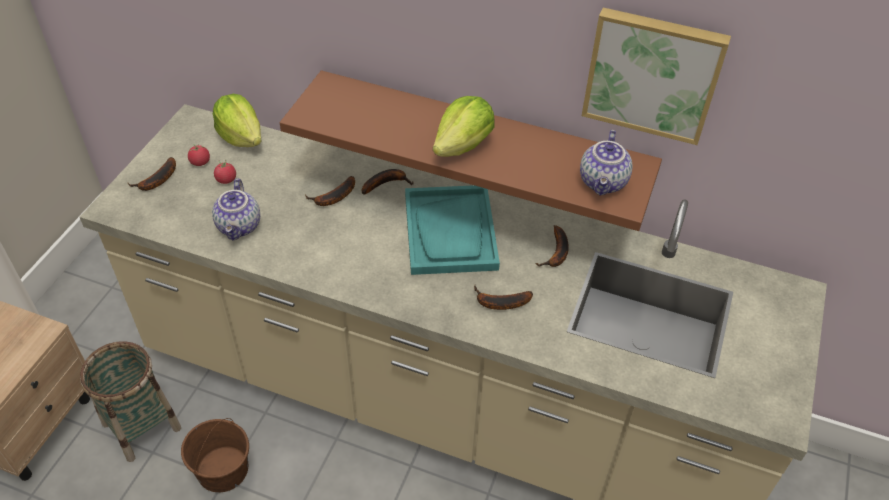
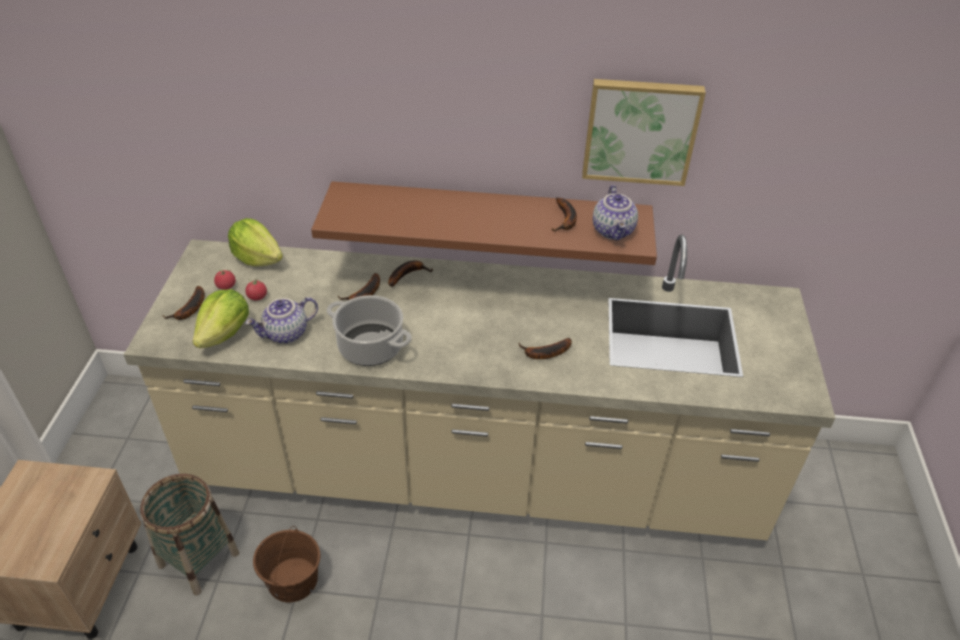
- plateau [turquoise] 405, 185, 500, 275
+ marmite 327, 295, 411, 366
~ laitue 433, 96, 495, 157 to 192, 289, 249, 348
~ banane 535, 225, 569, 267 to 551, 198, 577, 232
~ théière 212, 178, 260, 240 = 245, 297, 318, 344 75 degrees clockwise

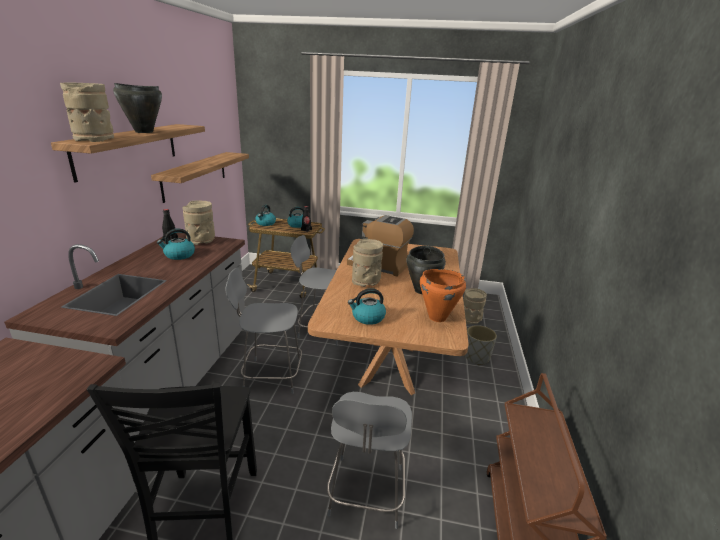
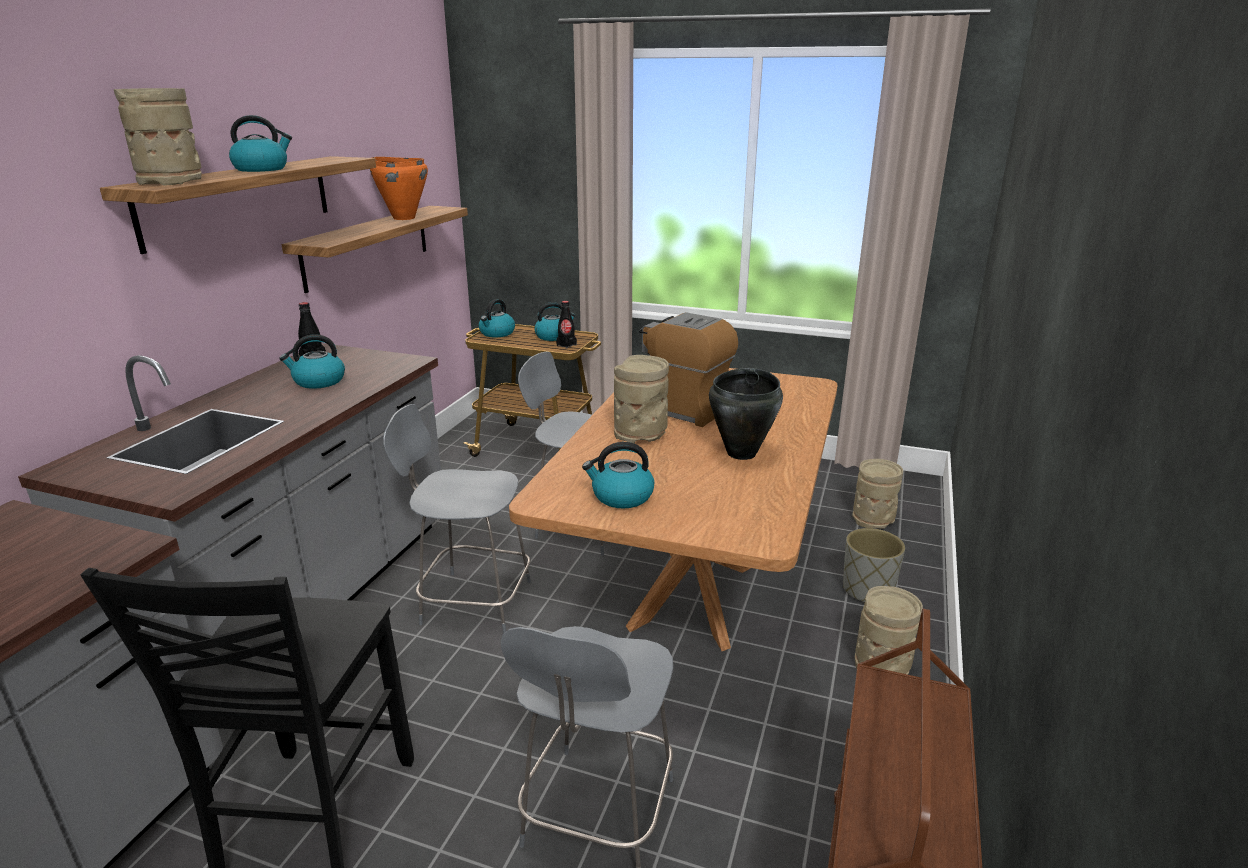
~ vase [beige] 182, 200, 215, 245 to 855, 586, 923, 675
~ marmite [orange] 420, 269, 466, 322 to 370, 157, 428, 220
~ marmite [noir] 113, 83, 162, 133 to bouilloire 229, 115, 292, 172

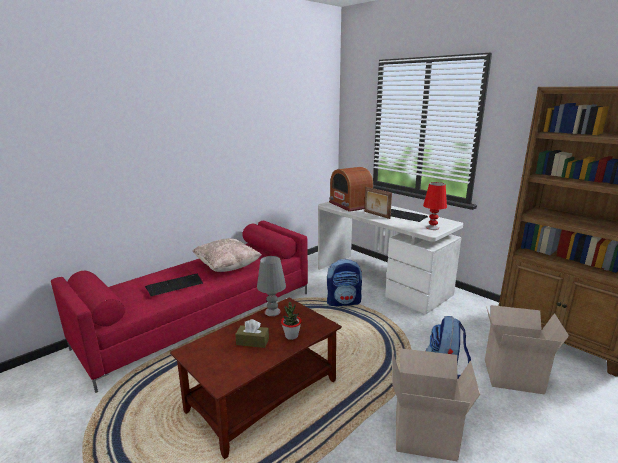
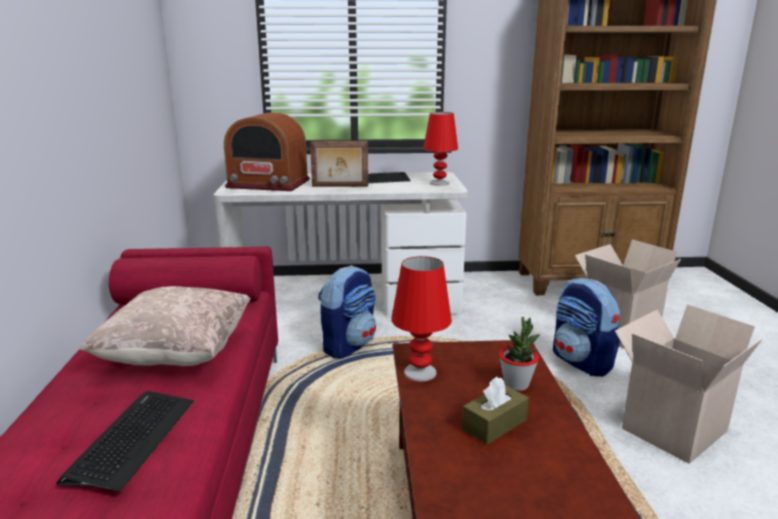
~ lampe de table [gris] 257, 256, 286, 316 to lampe de table [rouge] 391, 256, 452, 381

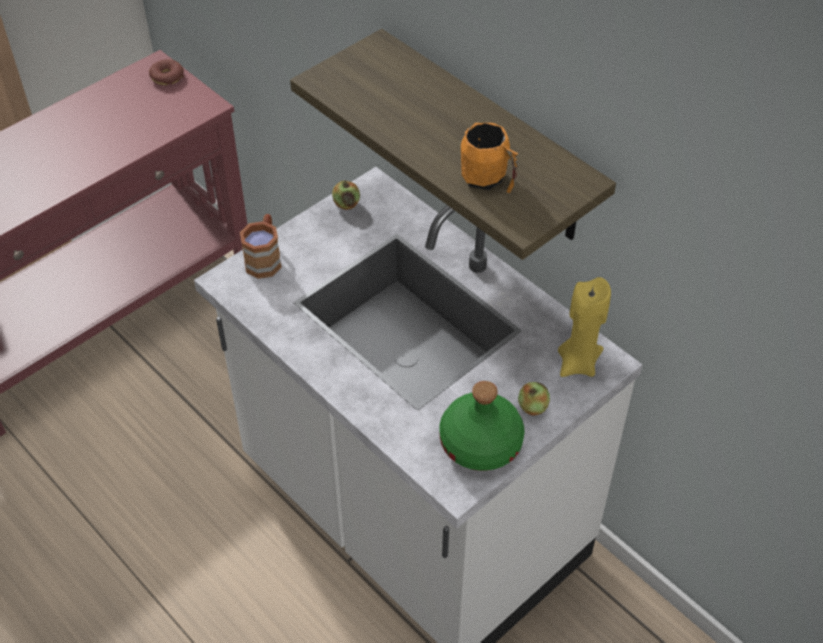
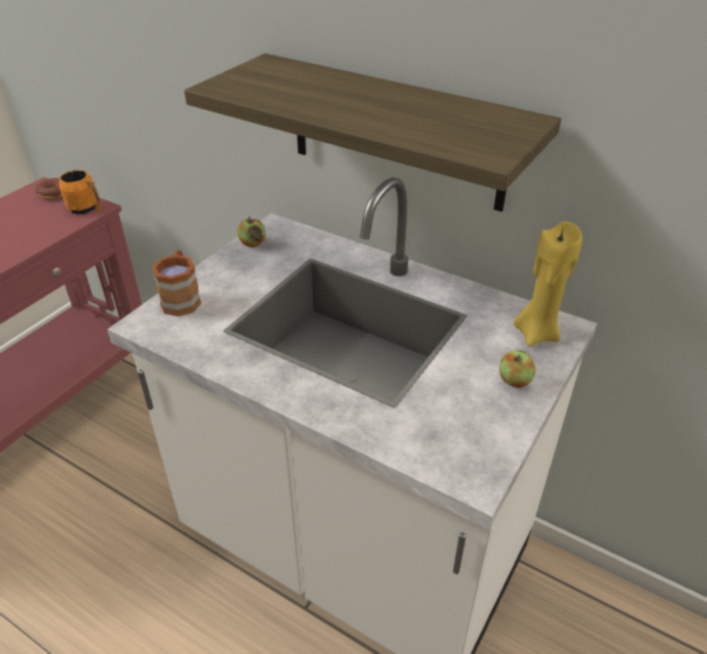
- bouteille [vert] 440, 381, 525, 471
~ mug [orange] 461, 123, 518, 193 to 59, 170, 101, 214

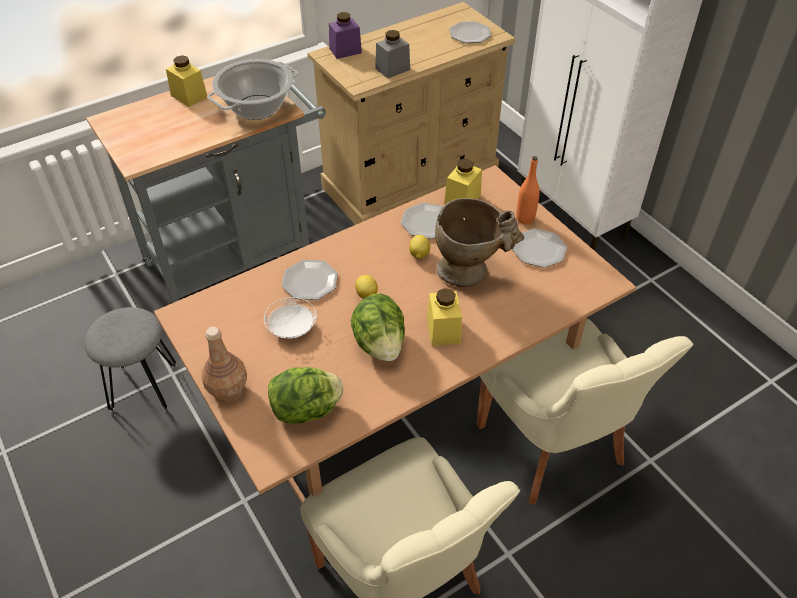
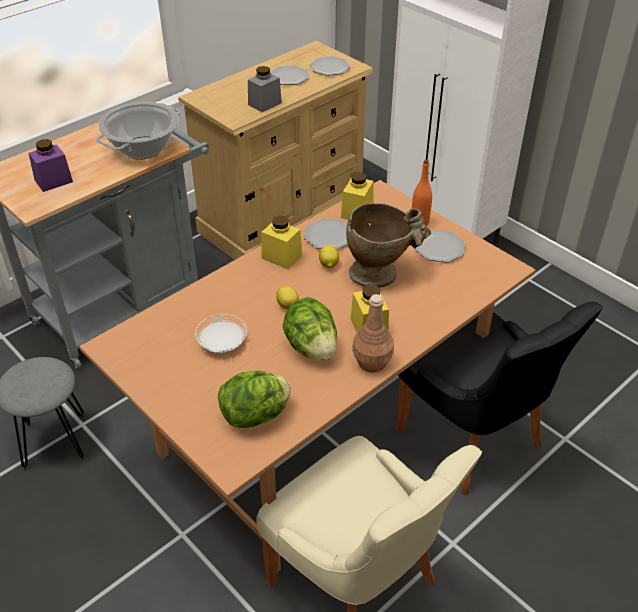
~ bocal [jaune] 166, 55, 207, 107 to 261, 216, 302, 270
~ bouteille [marron] 201, 327, 247, 402 to 353, 294, 394, 373
~ assiette 282, 260, 338, 300 to 270, 65, 309, 85
~ bocal [violet] 329, 12, 362, 59 to 29, 139, 73, 192
~ chaise [beige] 477, 319, 694, 505 to chaise [noir] 396, 301, 603, 495

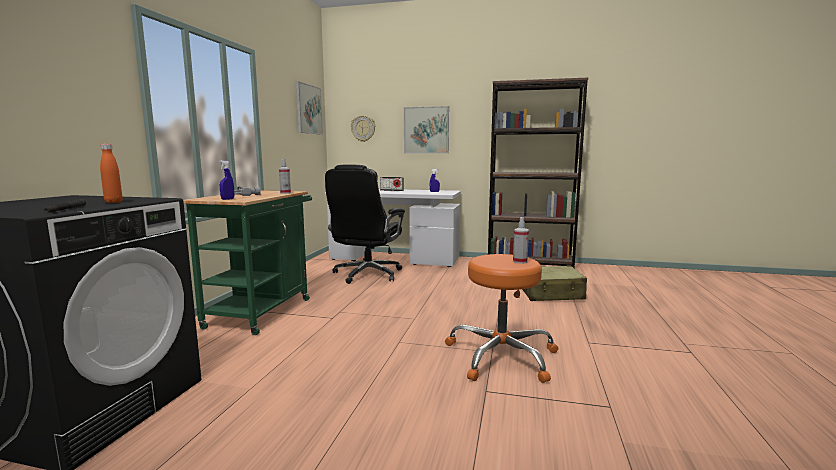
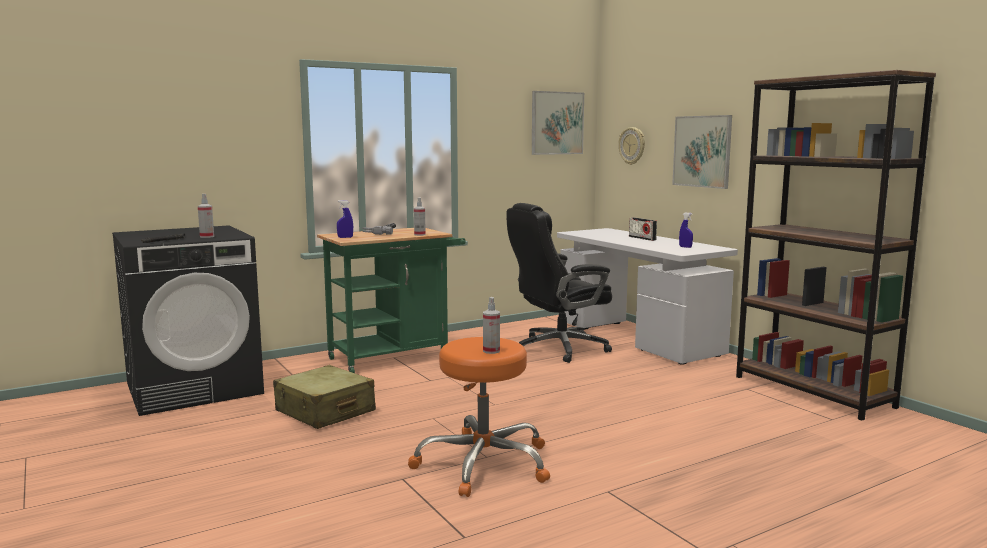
~ valise [beige] 522, 266, 587, 301 to 273, 365, 376, 429
~ bouteille [orange] 100, 144, 123, 203 to vaporisateur 198, 194, 214, 238

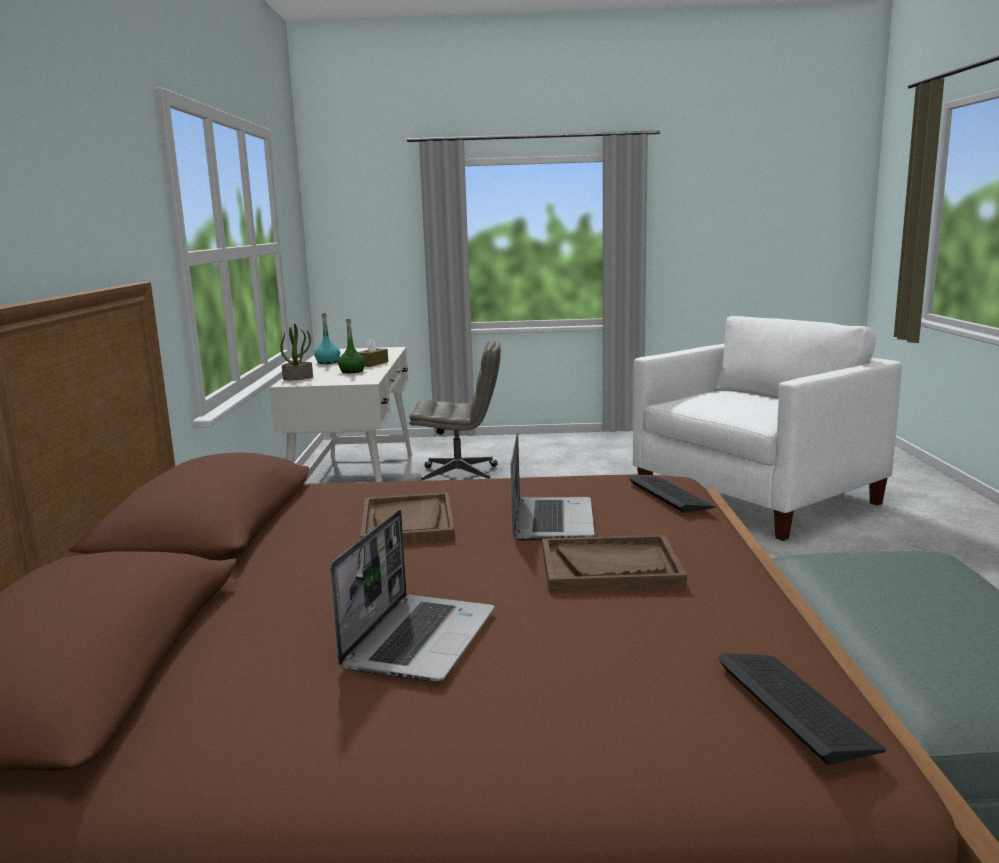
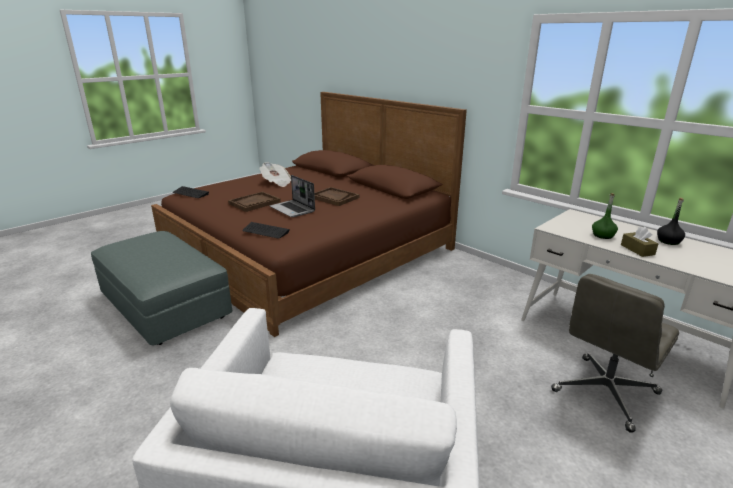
- plante en pot 280, 324, 313, 380
~ ordinateur portable 330, 510, 494, 681 to journal 259, 162, 291, 187
~ bouteille [turquoise] 314, 313, 340, 364 to bouteille [noir] 657, 198, 685, 245

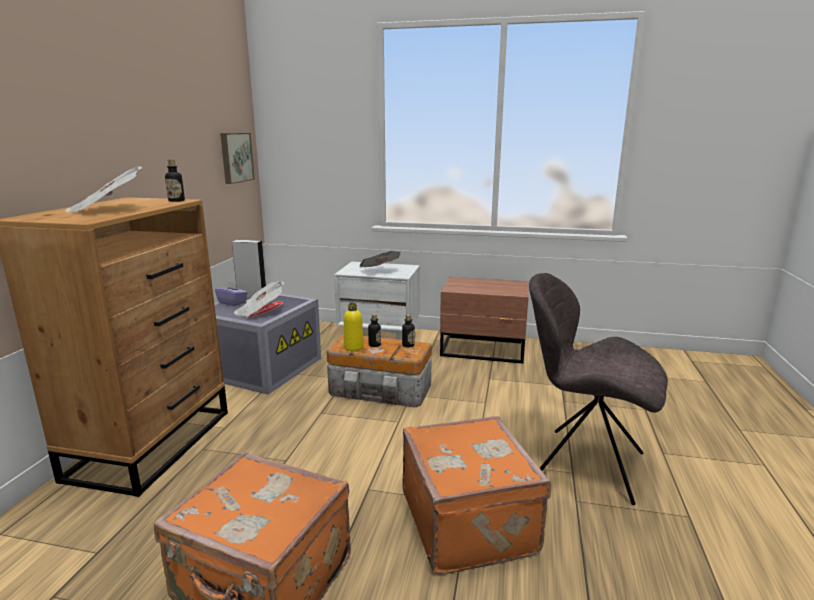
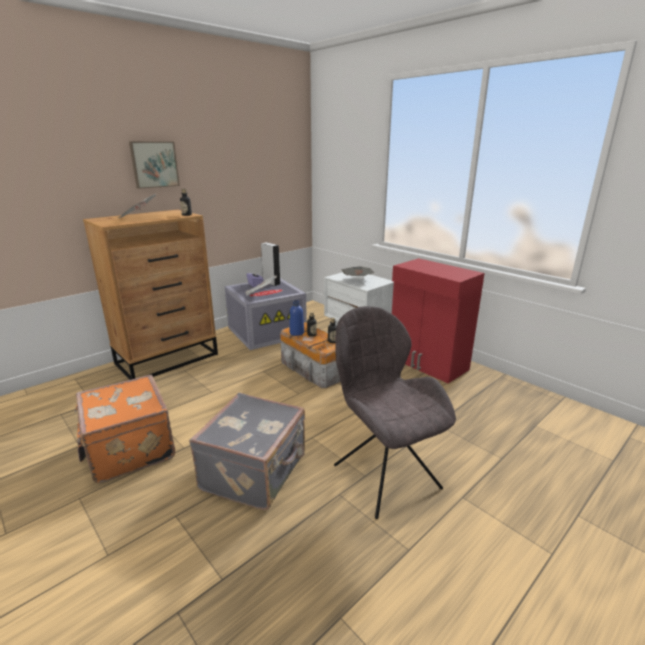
~ tableau 220, 133, 255, 184 to 129, 142, 180, 189
~ table de chevet [marron] 440, 277, 529, 364 to meuble de rangement [rouge] 392, 258, 485, 383
~ bouteille [jaune] 344, 303, 364, 351 to bouteille [bleu] 290, 300, 304, 336
~ valise [orange] 402, 416, 551, 575 to valise [gris] 189, 393, 305, 510

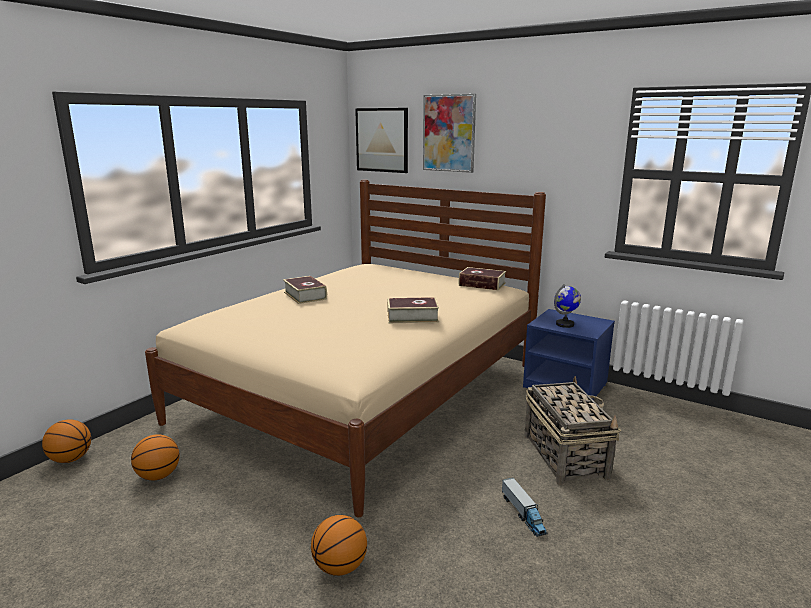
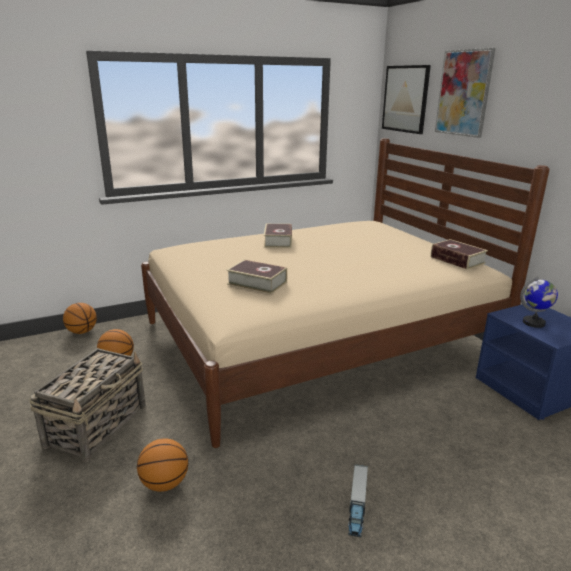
~ livre 387, 297, 439, 323 to 226, 260, 287, 294
~ panier 524, 376, 621, 485 to 29, 348, 146, 462

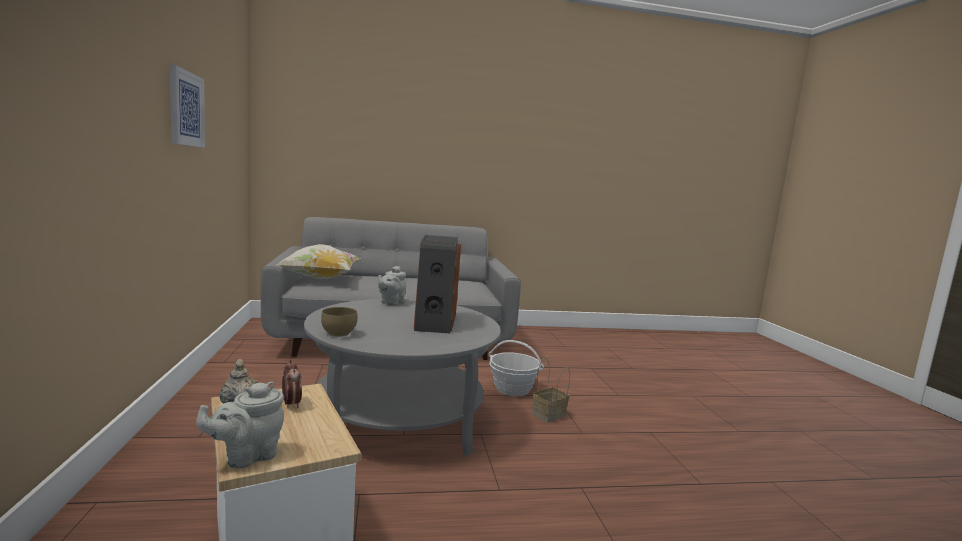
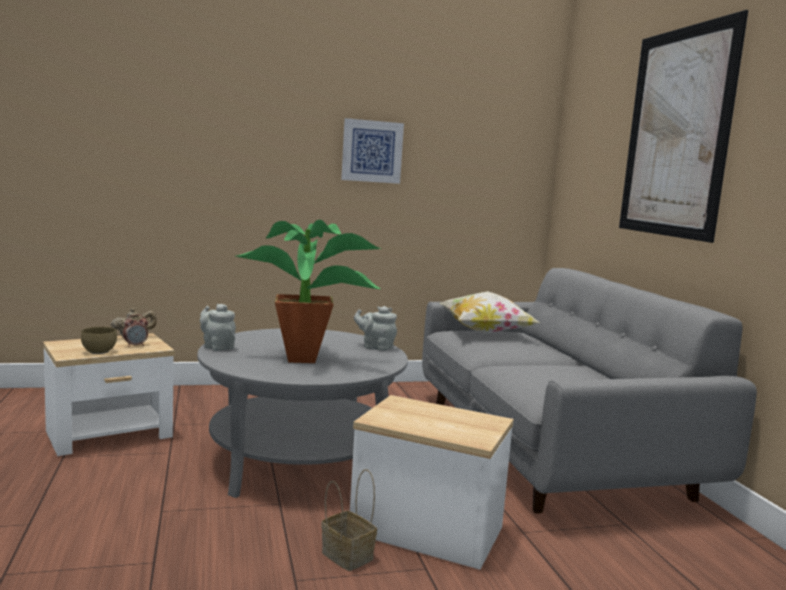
+ tableau 619, 10, 748, 243
~ théière [gris] 196, 381, 284, 469 to 200, 304, 236, 351
~ bol [marron] 321, 307, 357, 337 to 81, 327, 117, 354
~ enceinte 414, 235, 461, 333 to plante en pot 236, 220, 382, 363
~ panier 489, 340, 544, 396 to table d'appoint 350, 395, 514, 570

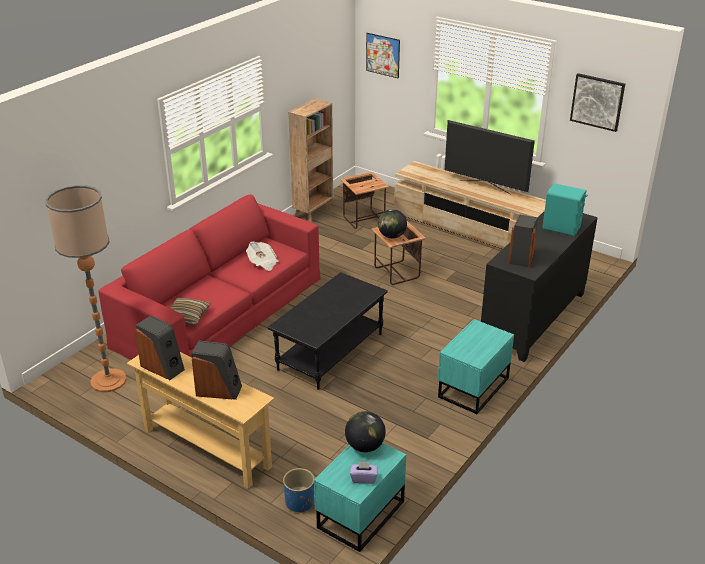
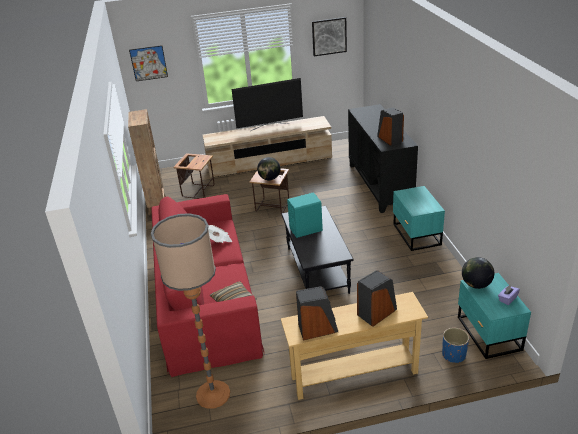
~ enceinte [turquoise] 542, 183, 588, 236 to 287, 192, 323, 238

